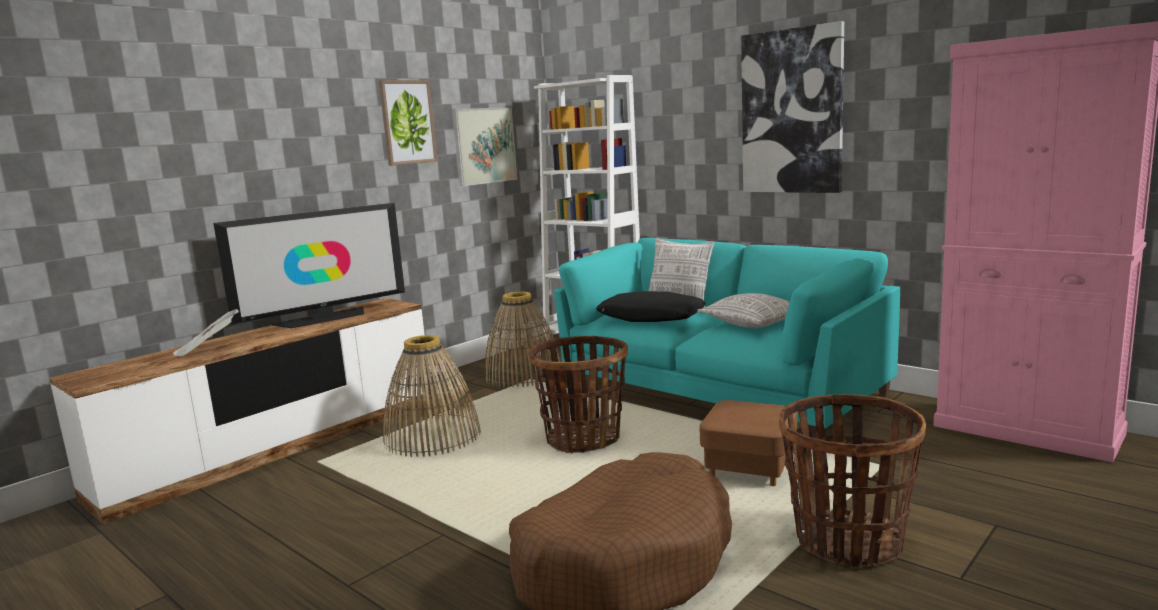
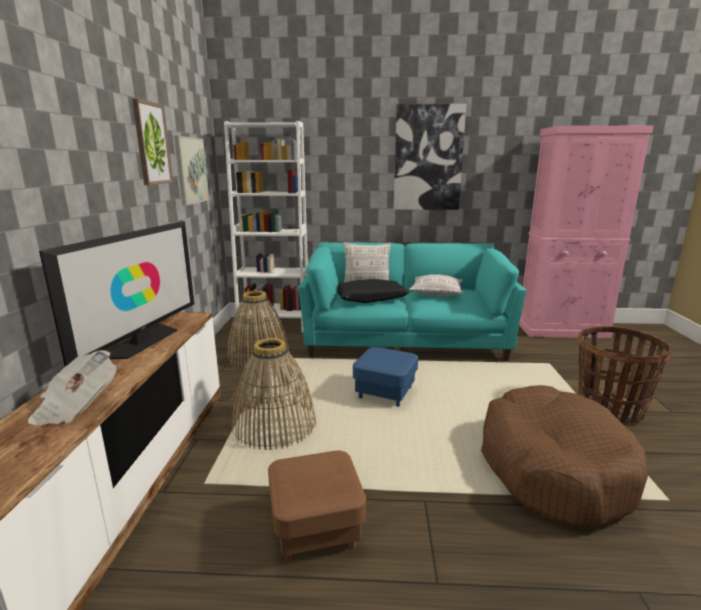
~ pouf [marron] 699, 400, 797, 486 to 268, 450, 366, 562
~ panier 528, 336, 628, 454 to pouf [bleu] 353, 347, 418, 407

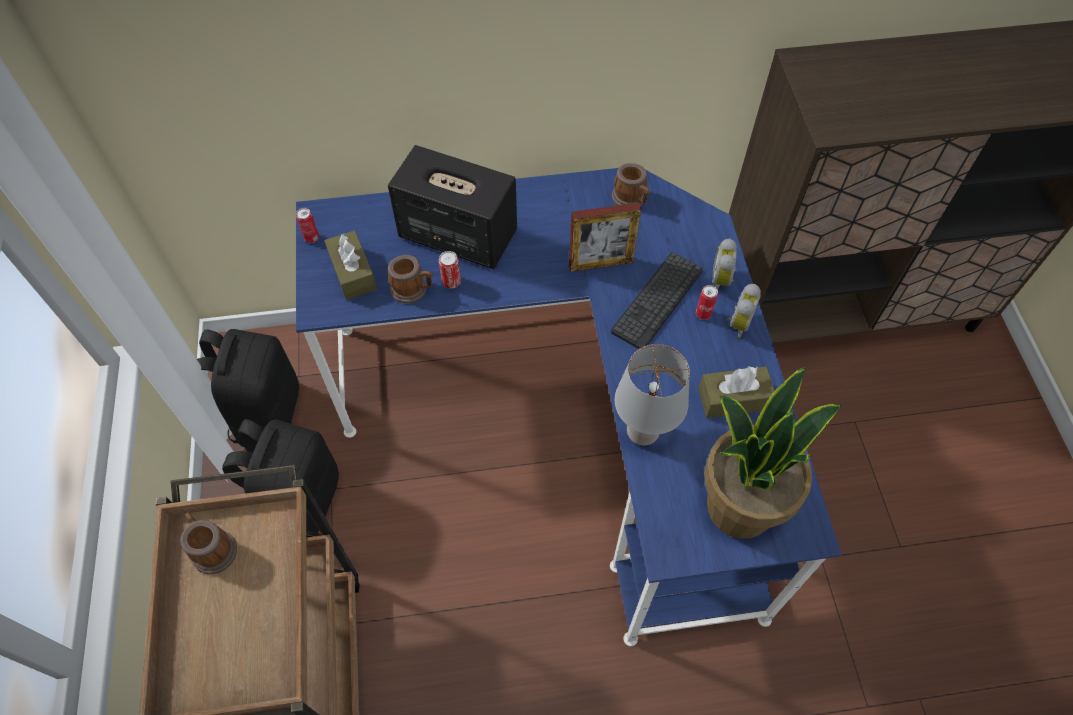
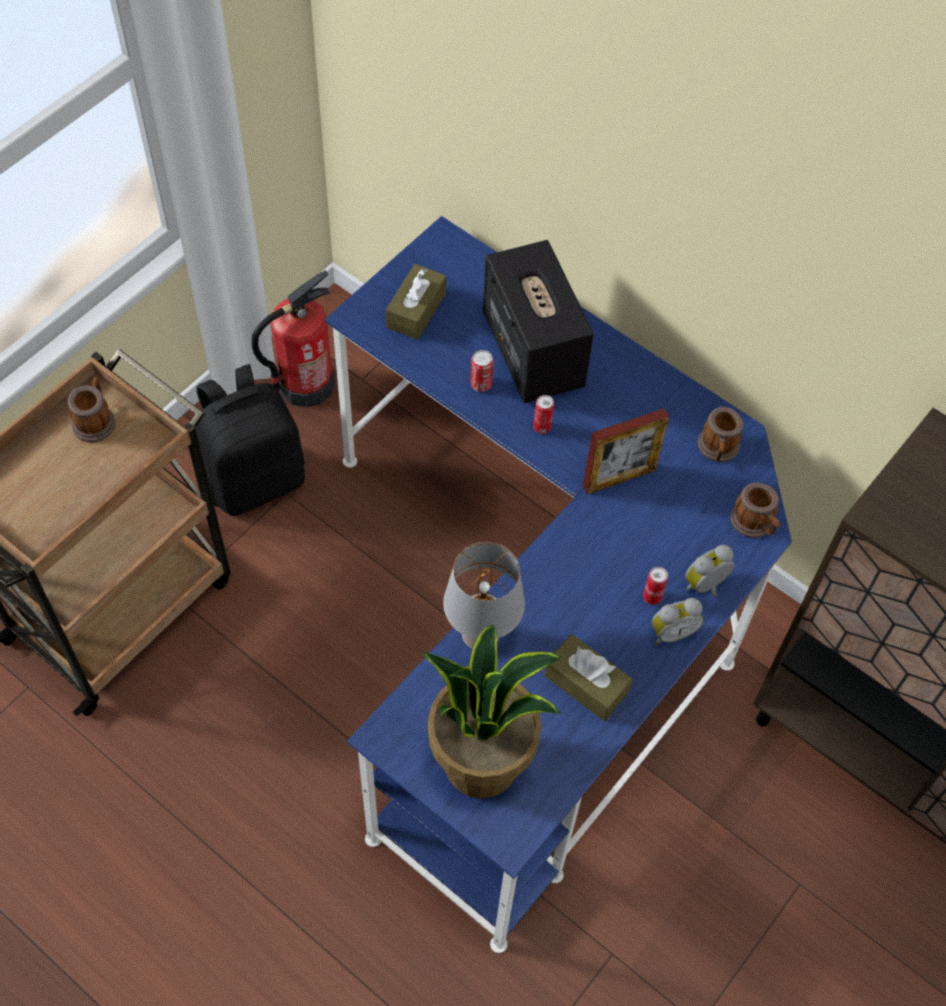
- clavier 611, 252, 703, 349
~ boîte métallique 296, 208, 319, 243 to 533, 395, 554, 434
~ mug 388, 255, 433, 303 to 730, 483, 780, 538
~ sac à dos [noir] 197, 329, 299, 447 to extincteur 251, 270, 335, 407
~ cadre photo 569, 203, 641, 272 = 583, 408, 669, 494 60 degrees counterclockwise

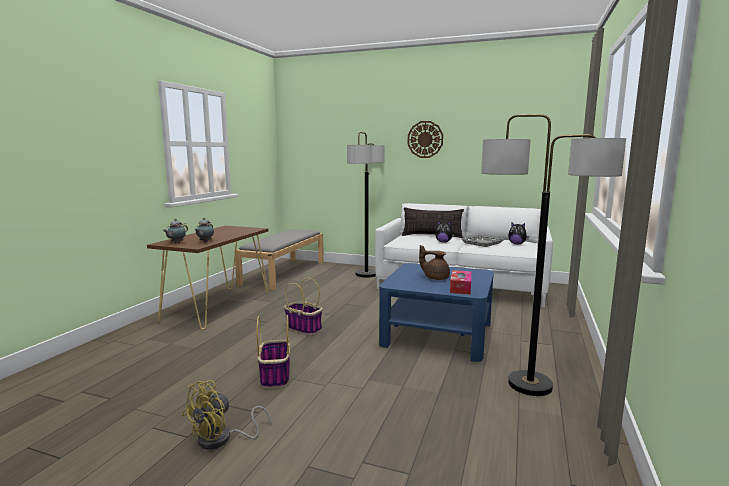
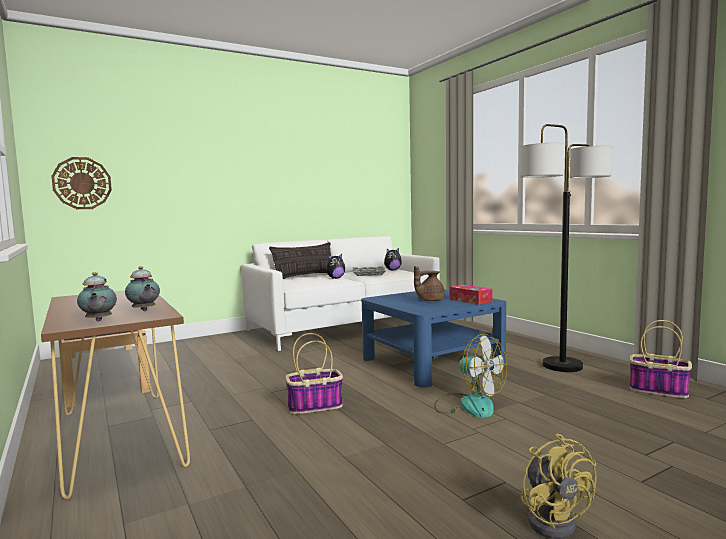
- lampadaire 347, 132, 385, 278
+ ventilateur 434, 334, 507, 418
~ panier 257, 315, 290, 388 to 629, 320, 692, 398
~ horloge murale 408, 121, 443, 158 to 51, 157, 112, 209

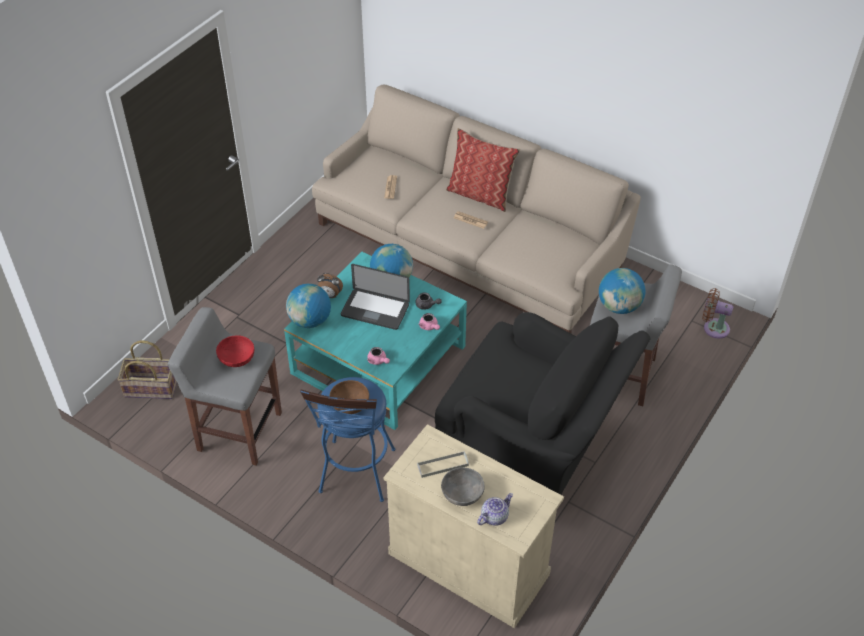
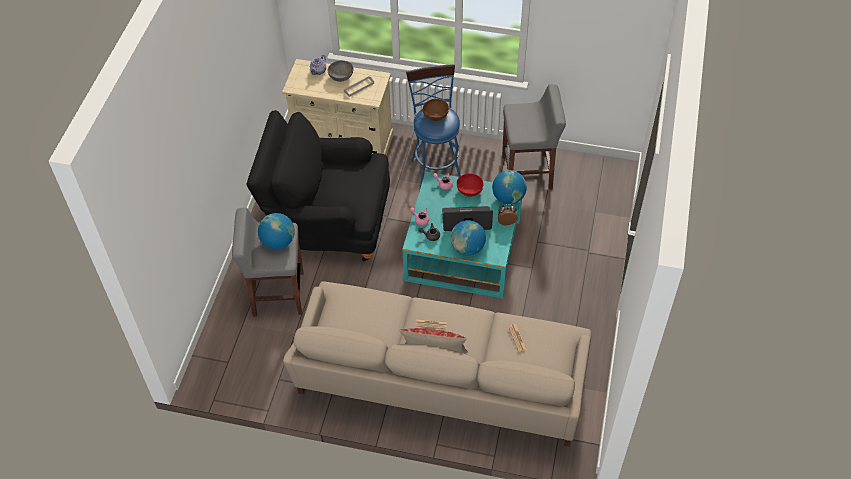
- panier 118, 340, 177, 399
- ventilateur [marron] 702, 288, 733, 339
~ bol [rouge] 216, 335, 254, 367 to 457, 173, 484, 197

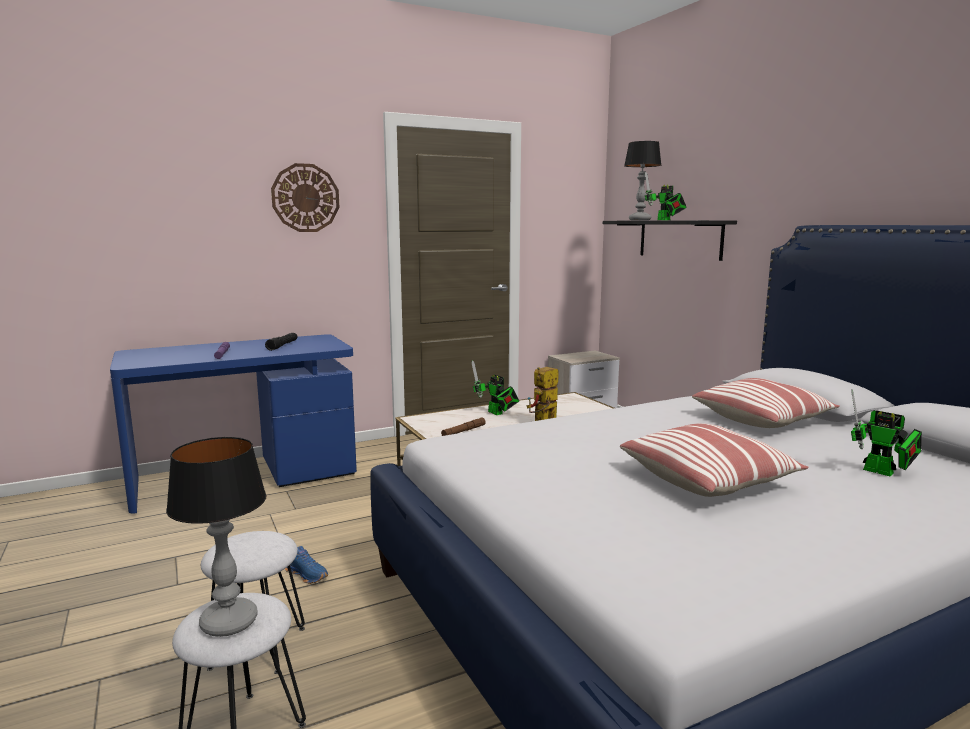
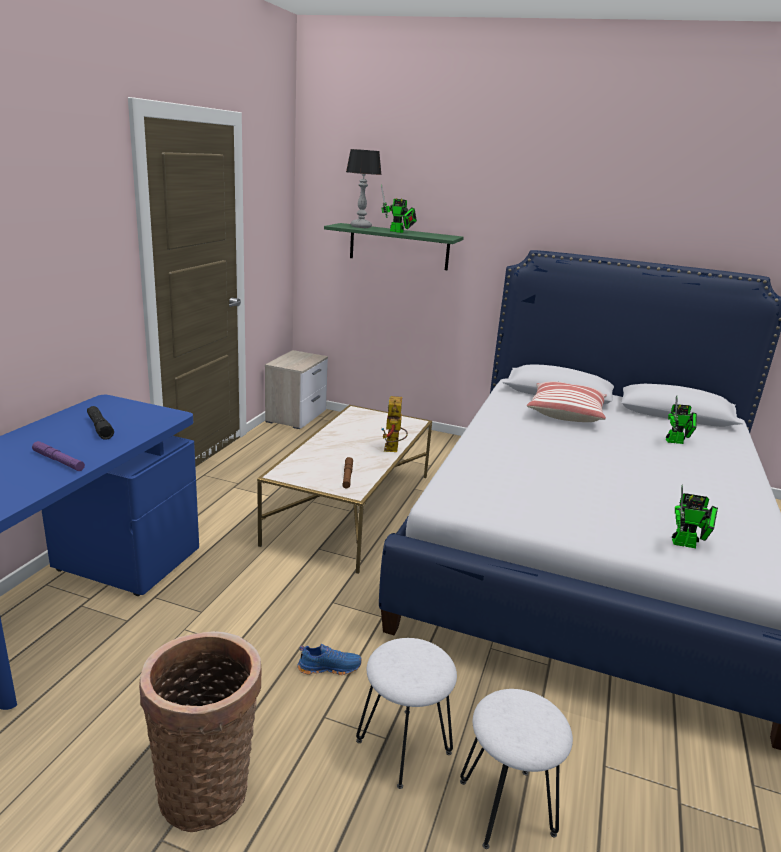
- lampe de table 166, 437, 266, 637
- horloge murale 271, 163, 340, 232
- coussin 620, 423, 809, 497
+ panier 139, 631, 261, 832
~ robot jouet 471, 360, 519, 415 to 672, 485, 718, 548
~ étagère [noir] 603, 220, 737, 261 to étagère [vert] 324, 223, 464, 270

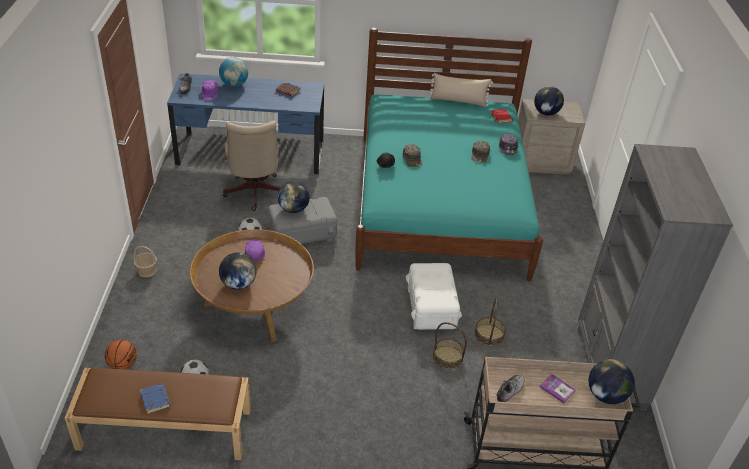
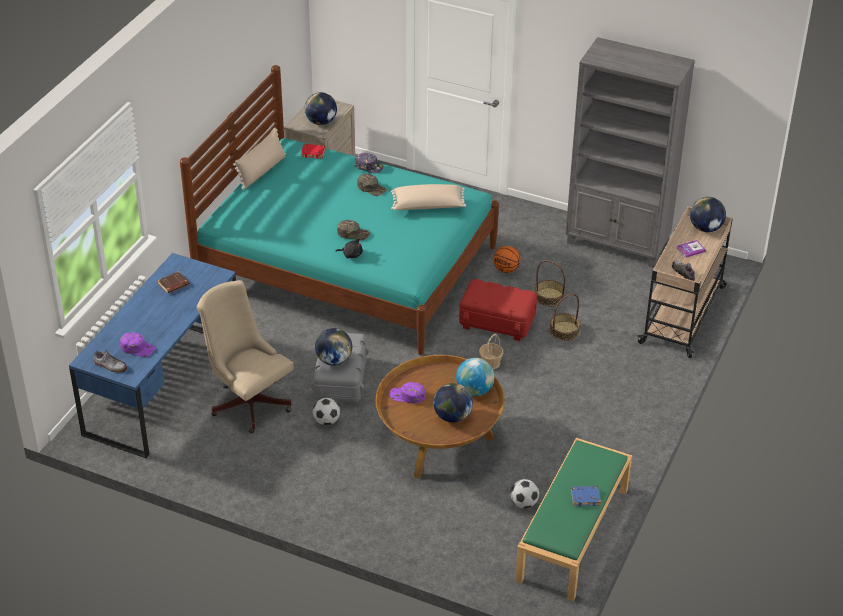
+ coussin [beige] 391, 184, 466, 210
~ ballon de basket 105, 340, 137, 369 to 493, 246, 520, 273
~ panier 133, 246, 157, 277 to 479, 334, 503, 369
~ globe 219, 57, 248, 87 to 456, 358, 494, 396
~ banc [marron] 65, 368, 251, 460 to banc [vert] 515, 438, 632, 602
~ boîte de rangement [blanc] 406, 263, 462, 330 to boîte de rangement [rouge] 459, 279, 537, 341
~ chaise de bureau [beige] 223, 121, 280, 211 = 197, 280, 293, 433 150 degrees counterclockwise

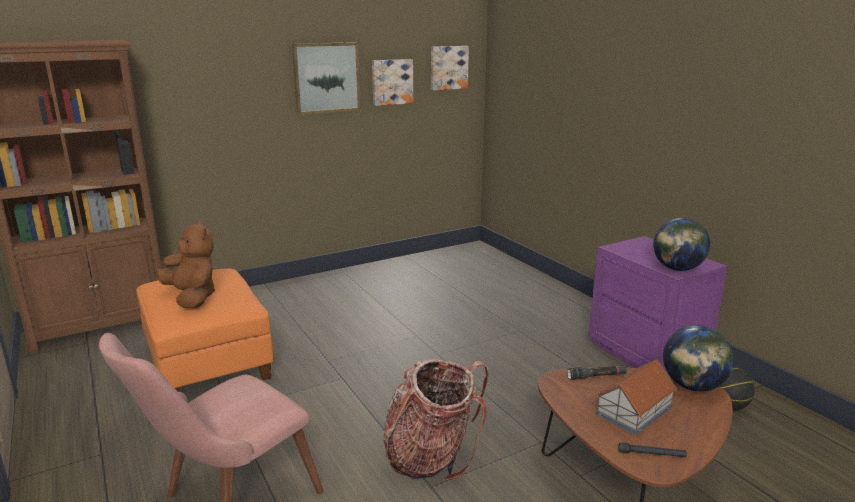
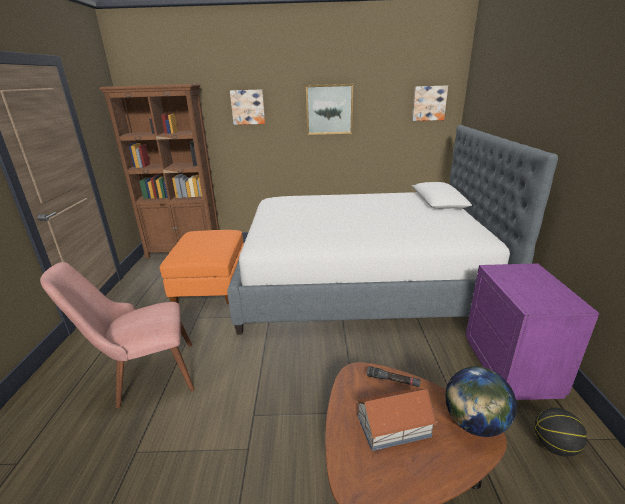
- peluche [marron] 157, 220, 215, 308
- sac à dos 383, 359, 489, 480
- lampe de poche [noir] 619, 442, 687, 457
- globe 653, 218, 710, 271
+ lit 227, 125, 558, 335
~ tableau 372, 59, 413, 106 to 230, 89, 265, 125

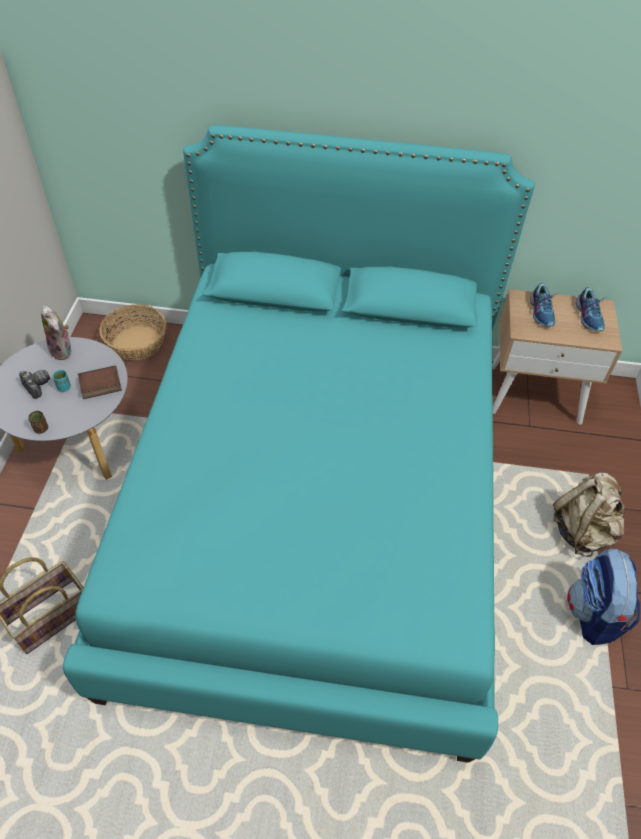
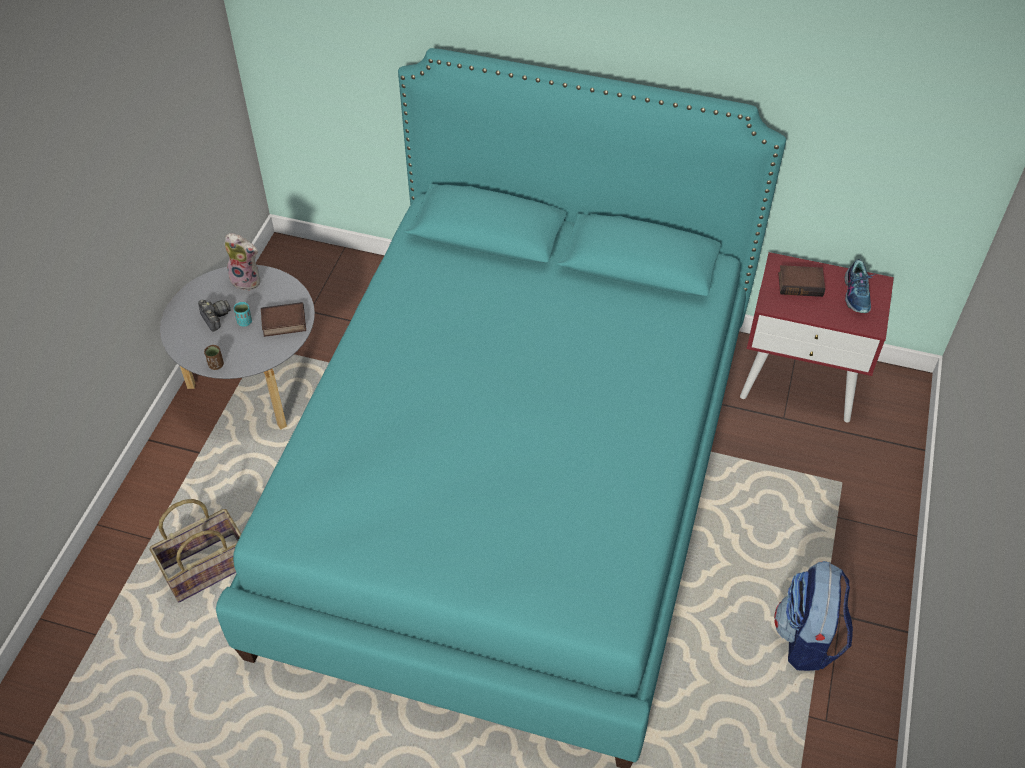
- panier 99, 304, 166, 360
- sac à dos [beige] 553, 473, 625, 557
~ chaussure 530, 283, 559, 327 to livre 778, 265, 825, 297
~ table de chevet [beige] 492, 289, 622, 424 to table de chevet [rouge] 740, 252, 894, 423
~ peluche 41, 305, 72, 360 = 224, 233, 260, 291 45 degrees counterclockwise

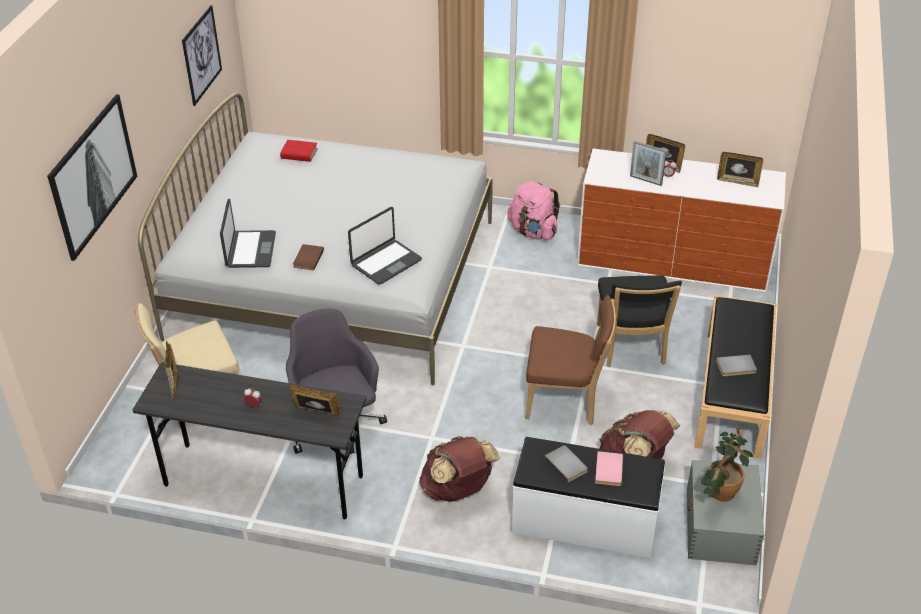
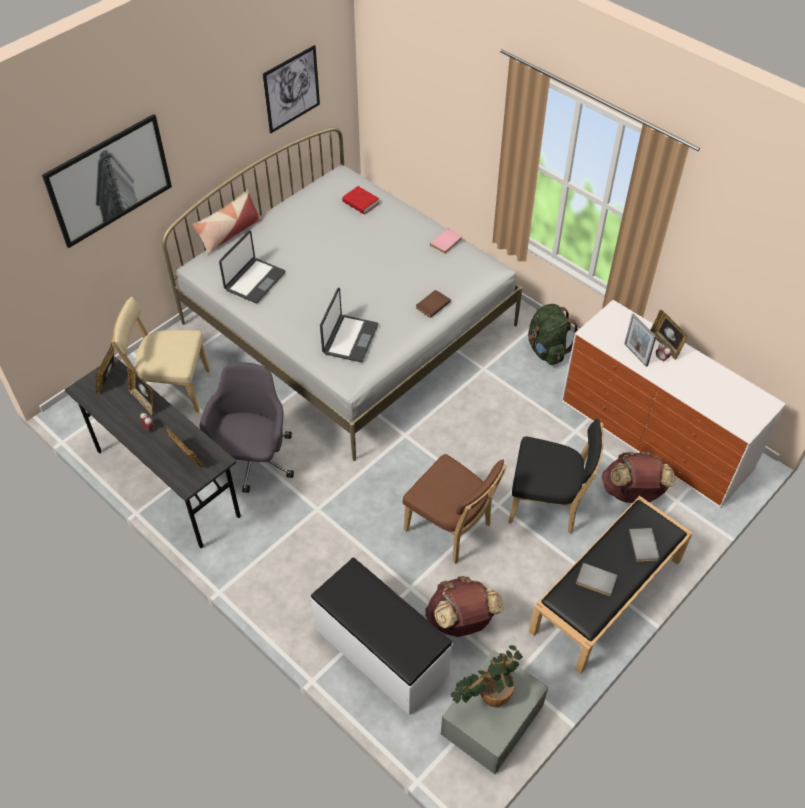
+ coussin 192, 189, 262, 254
~ livre [marron] 293, 244, 324, 270 to 416, 290, 451, 318
~ sac à dos [marron] 419, 436, 499, 502 to 602, 452, 675, 503
~ livre [gris] 544, 445, 588, 482 to 629, 528, 659, 562
~ livre [rose] 595, 451, 623, 486 to 430, 228, 462, 254
~ cadre photo 717, 152, 763, 188 to 127, 367, 153, 416
~ sac à dos [rose] 507, 181, 560, 240 to sac à dos [vert] 528, 304, 578, 365
~ ordinateur portable 348, 207, 422, 285 = 320, 288, 378, 362 60 degrees counterclockwise
~ chaise [noir] 597, 275, 682, 367 = 508, 419, 604, 534 105 degrees counterclockwise

